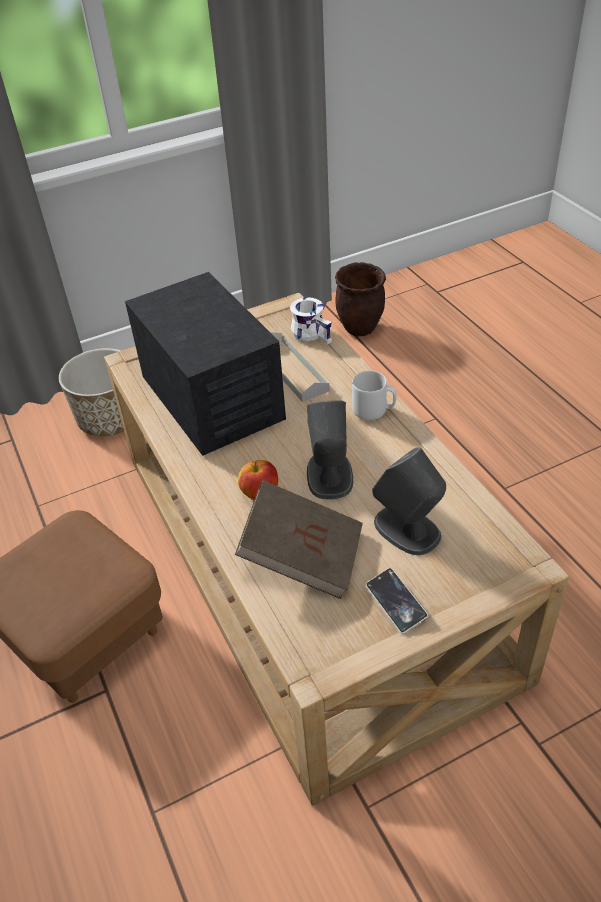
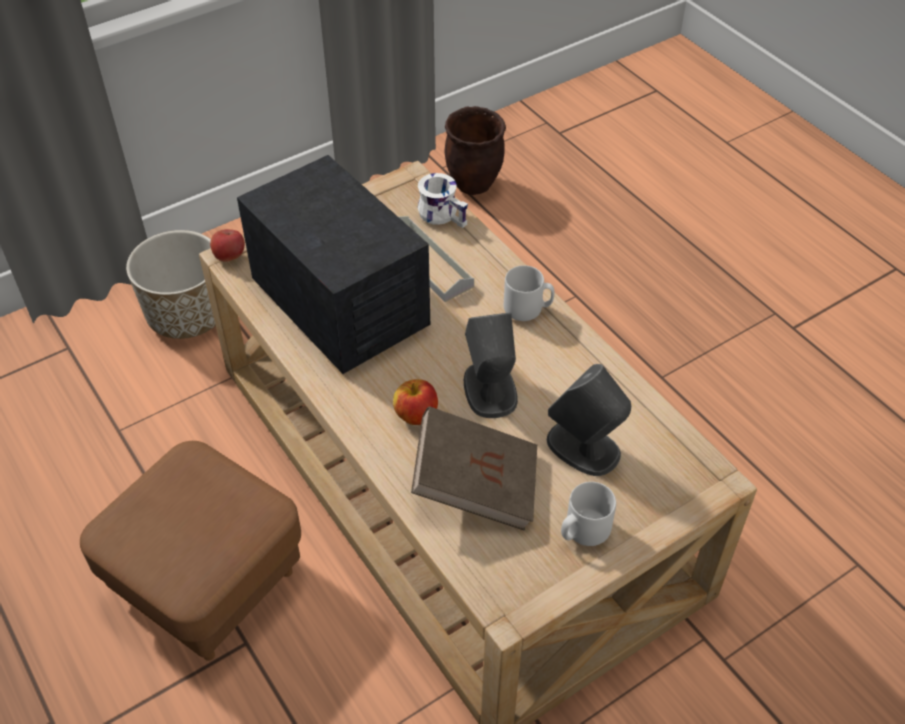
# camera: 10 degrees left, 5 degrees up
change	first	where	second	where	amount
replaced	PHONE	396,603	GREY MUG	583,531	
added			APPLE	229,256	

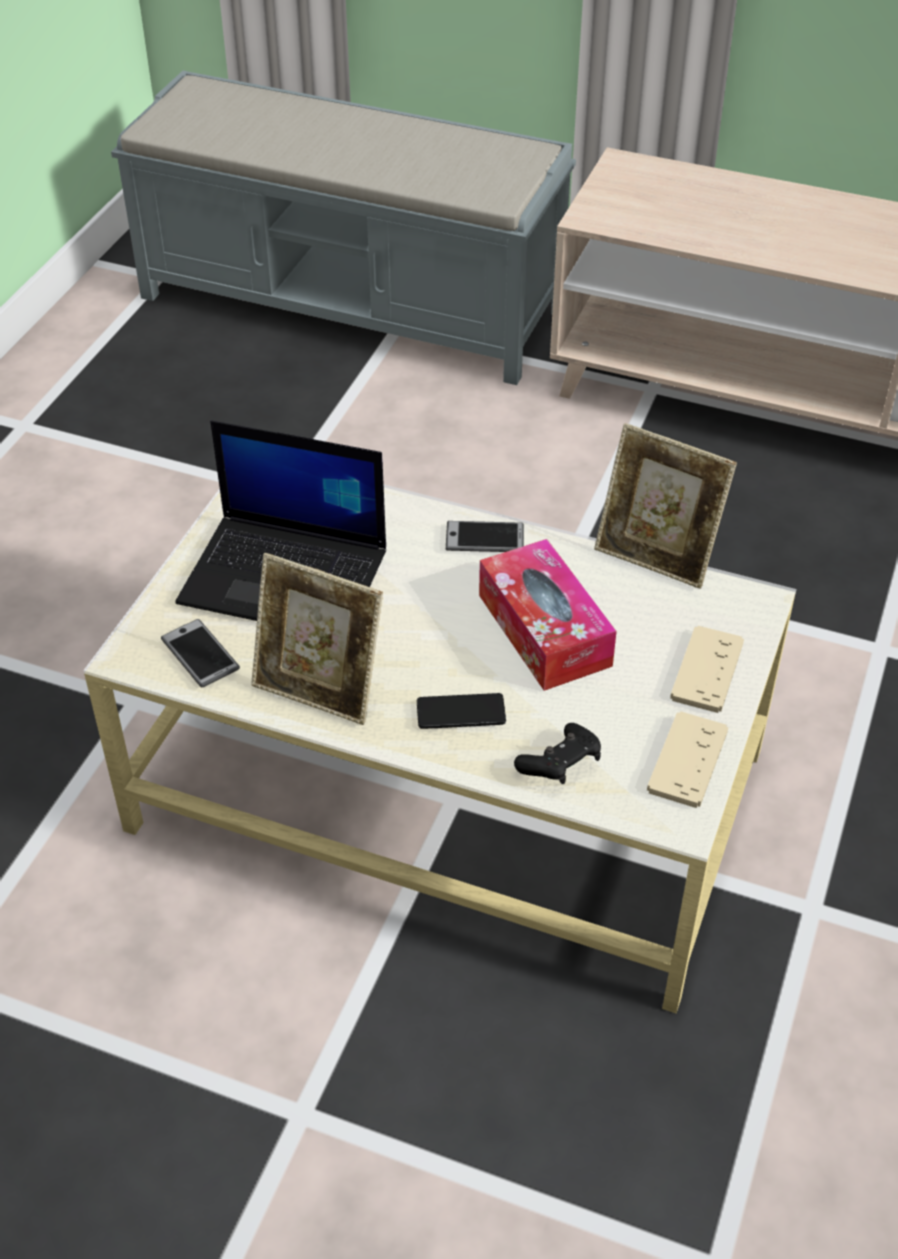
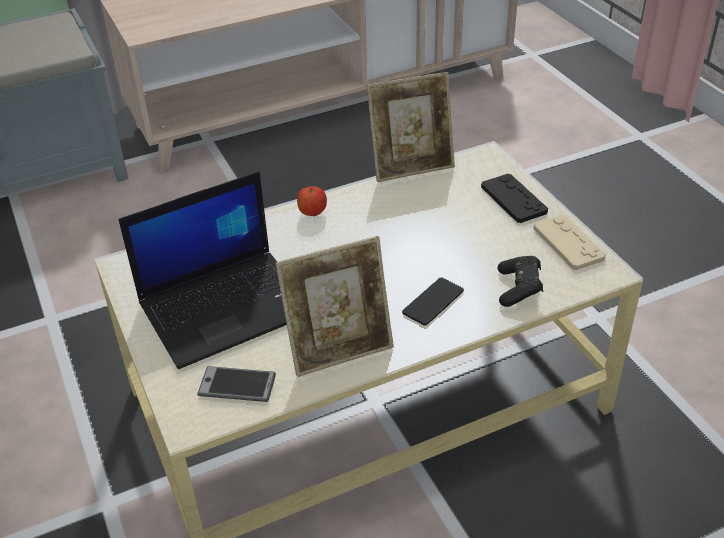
# camera: 45 degrees left, 5 degrees down
change	first	where	second	where	amount
replaced	PHONE	484,538	APPLE	312,213	
removed	TISSUE BOX	544,630			
recoloured	BEIGE GAME CONTROLLER	707,670	BLACK GAME CONTROLLER	513,199	

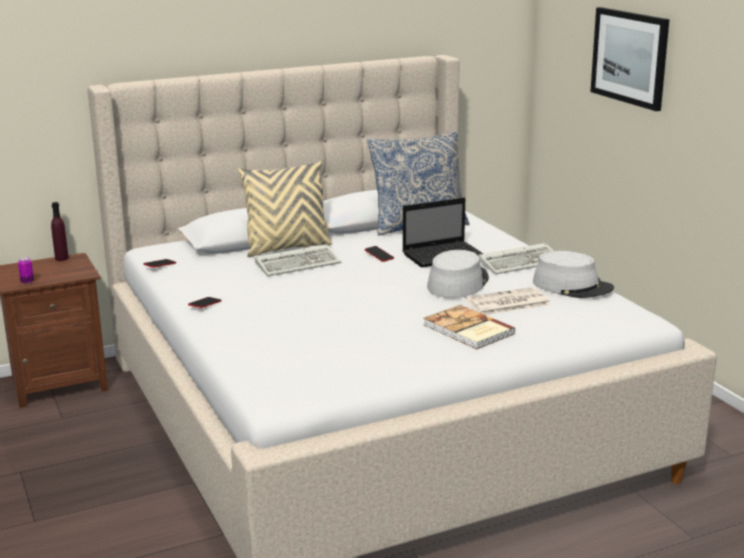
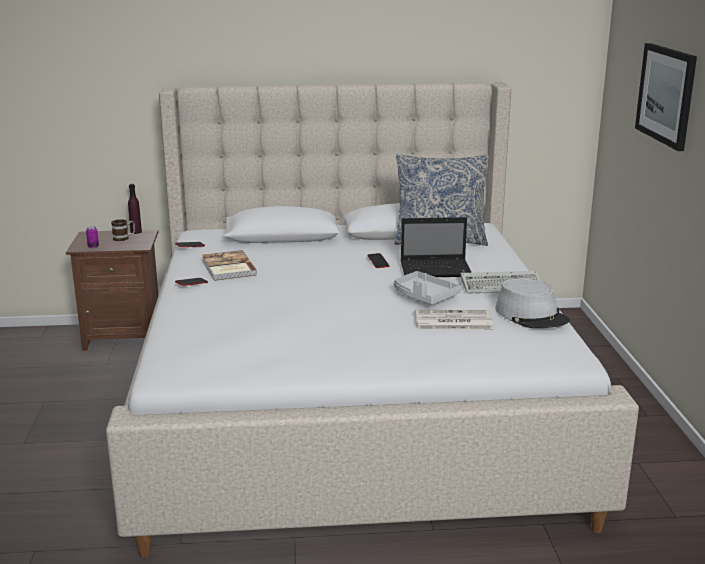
# camera: 20 degrees right, 0 degrees up
change	first	where	second	where	amount
removed	BEIGE PILLOW	287,248			
removed	KEYBOARD	299,264			
moved	BOOK	468,330		228,268	
replaced	GREY HAT	457,283	GREY TRAY	424,296	
added			MUG	124,238	

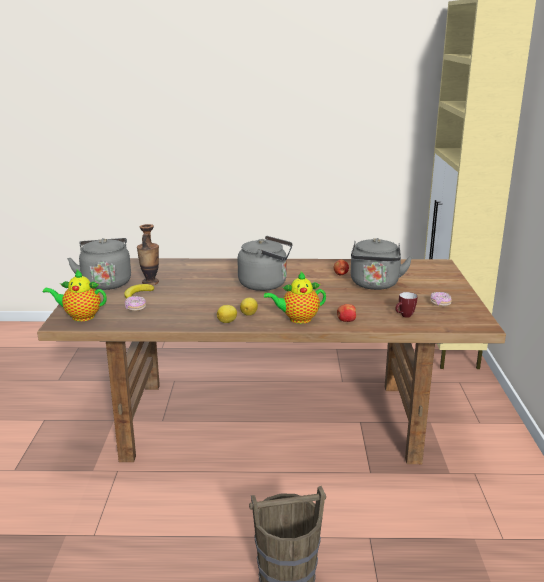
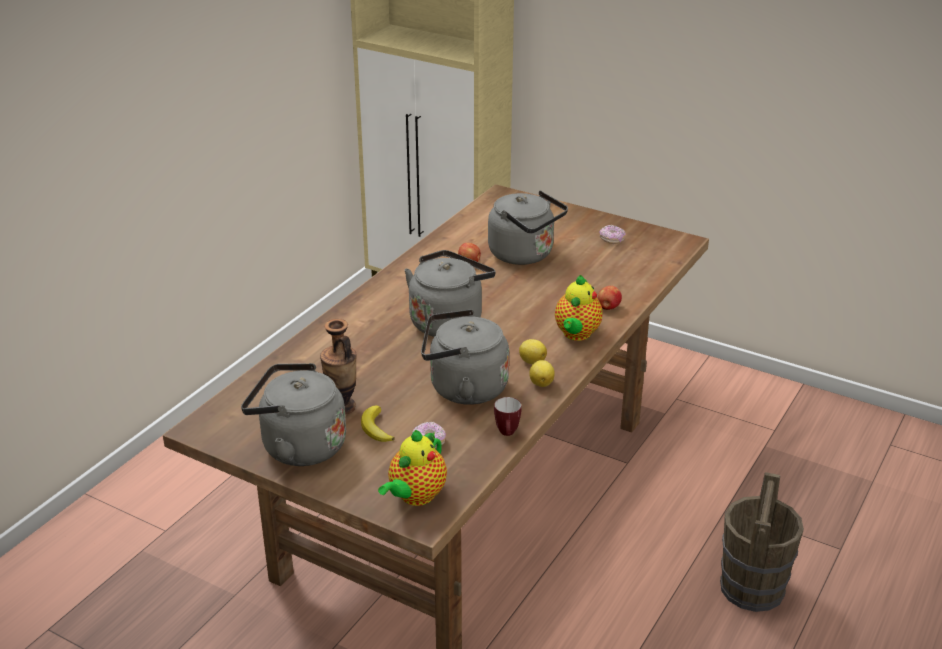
# camera: 60 degrees left, 10 degrees up
change	first	where	second	where	amount
moved	MUG	404,316		507,434	
added			GREY KETTLE	463,388	

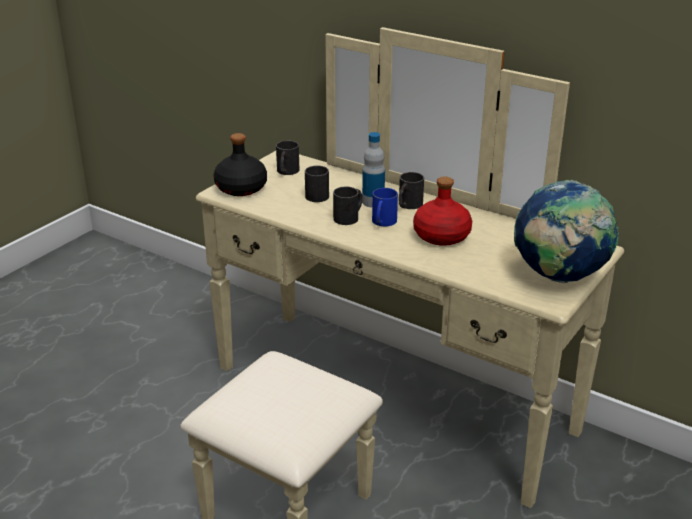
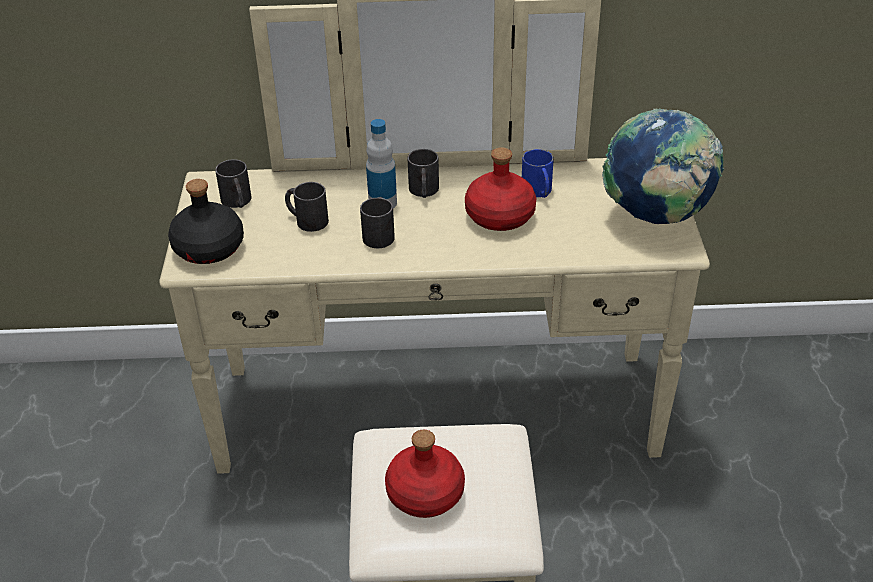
# camera: 35 degrees left, 10 degrees up
change	first	where	second	where	amount
moved	BLUE MUG	382,222		538,192	
added			RED BOTTLE	426,493	

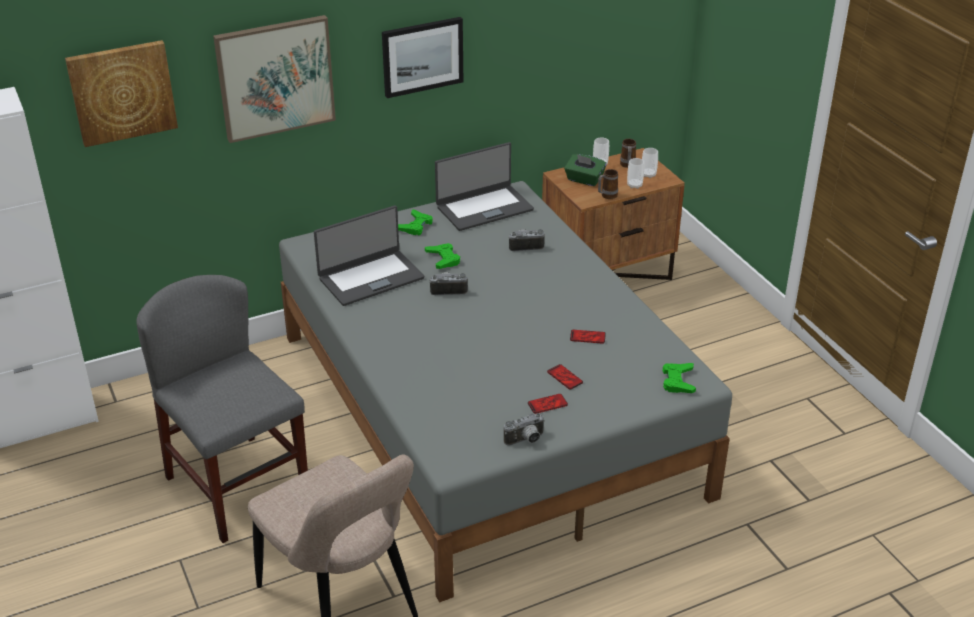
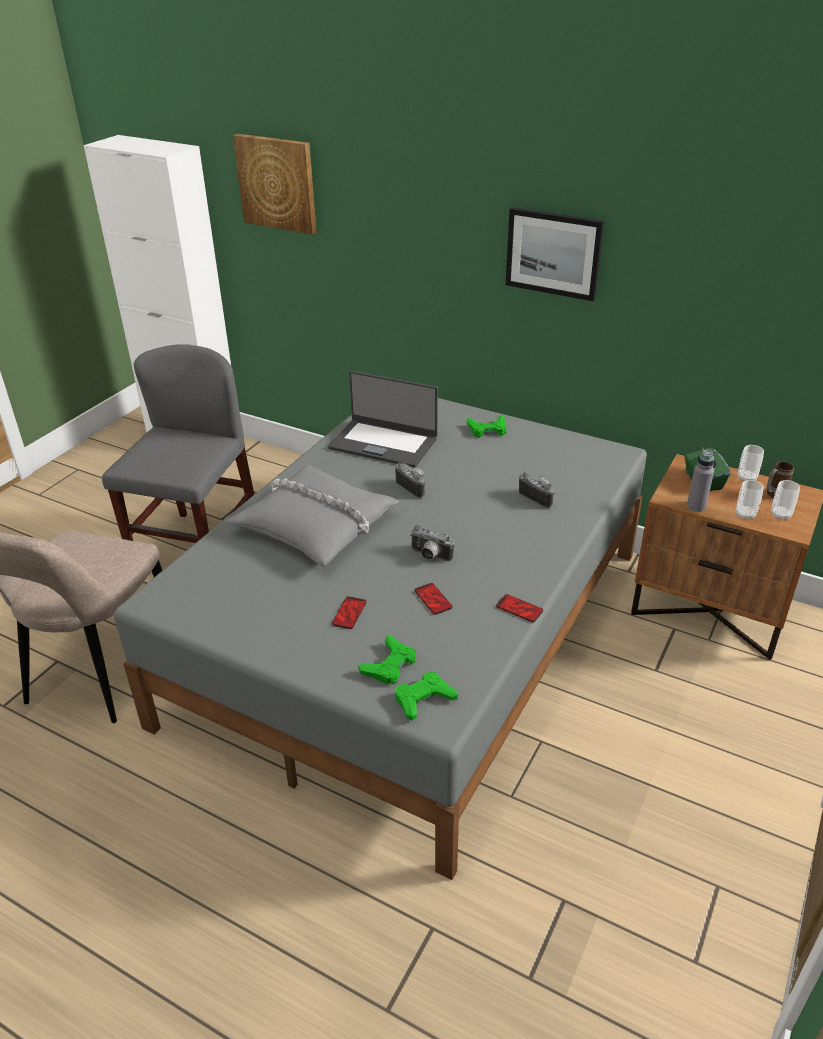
# camera: 55 degrees right, 0 degrees up
change	first	where	second	where	amount
removed	PICTURE	275,78			
moved	GREEN GAME CONTROLLER	443,259		389,665	
removed	LAPTOP	484,208			
moved	PHOTO CAMERA	526,441		429,556	
moved	PHONE	547,404		519,609	
replaced	MUG	606,196	GREY BOTTLE	696,506	
added			GREY PILLOW	316,525	

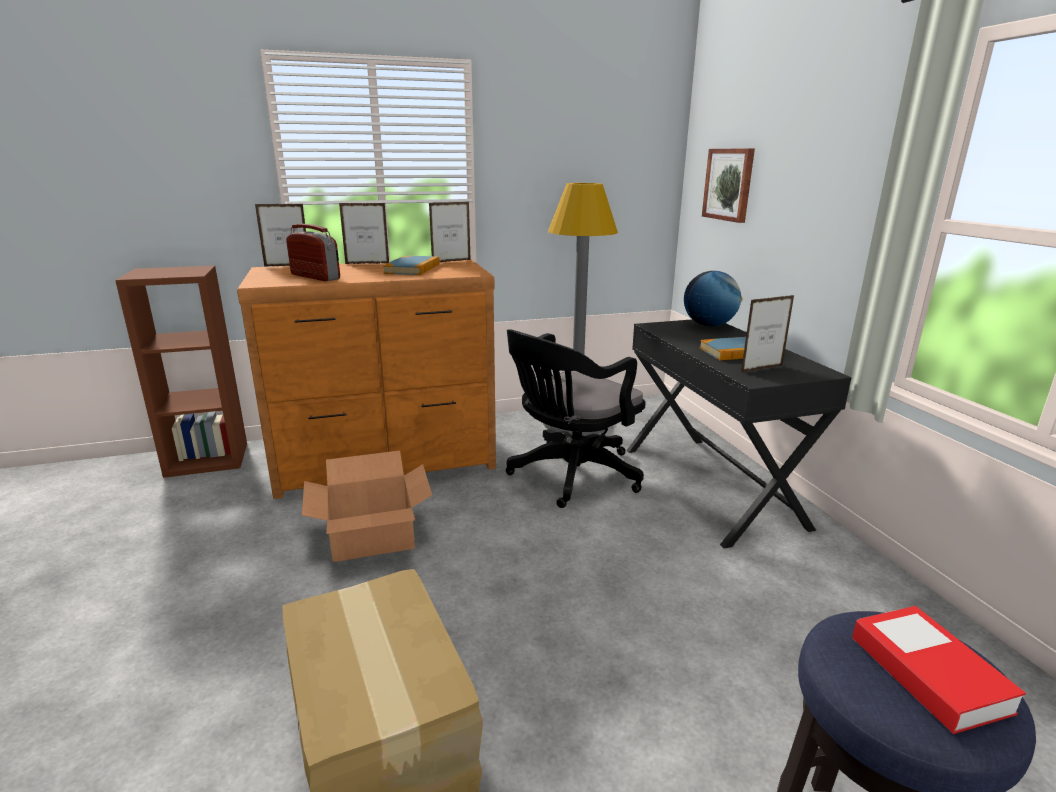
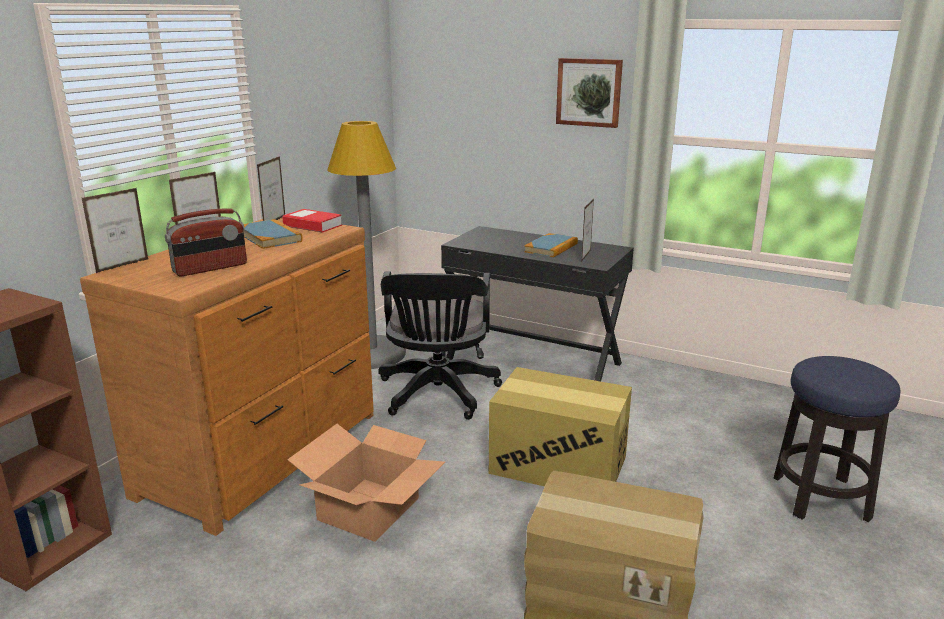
# camera: 45 degrees left, 0 degrees up
change	first	where	second	where	amount
turned	RADIO	316,277		210,268	150 degrees clockwise
removed	GLOBE	709,325			
moved	PICTURE	729,184		589,92	
moved	BOOK	928,674		312,225	
added			CARDBOARD BOX	557,465	

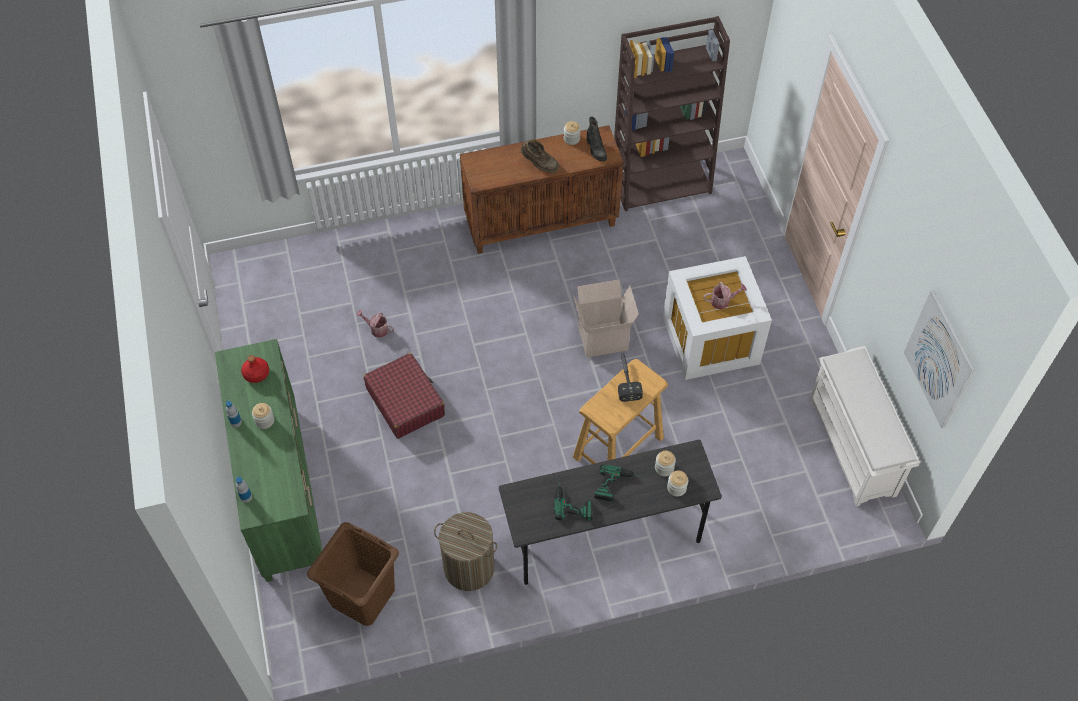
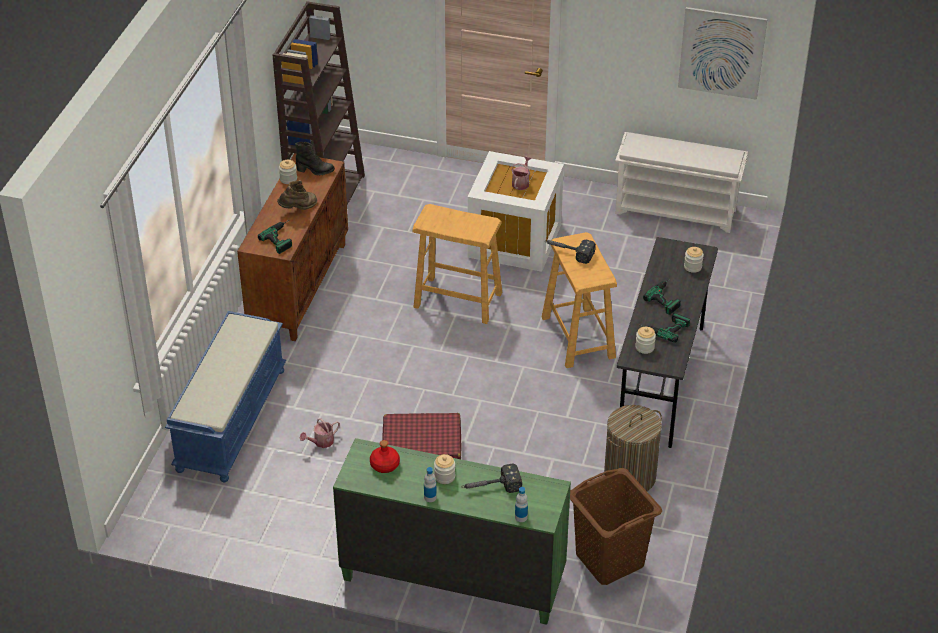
# camera: 60 degrees left, 15 degrees down
change	first	where	second	where	amount
replaced	CARDBOARD BOX	603,337	BEIGE STOOL	458,300	
moved	JAR	664,468		644,347	
added			BLUE BENCH	230,418	
added			POWER DRILL	282,237	
added			HAMMER	490,487	

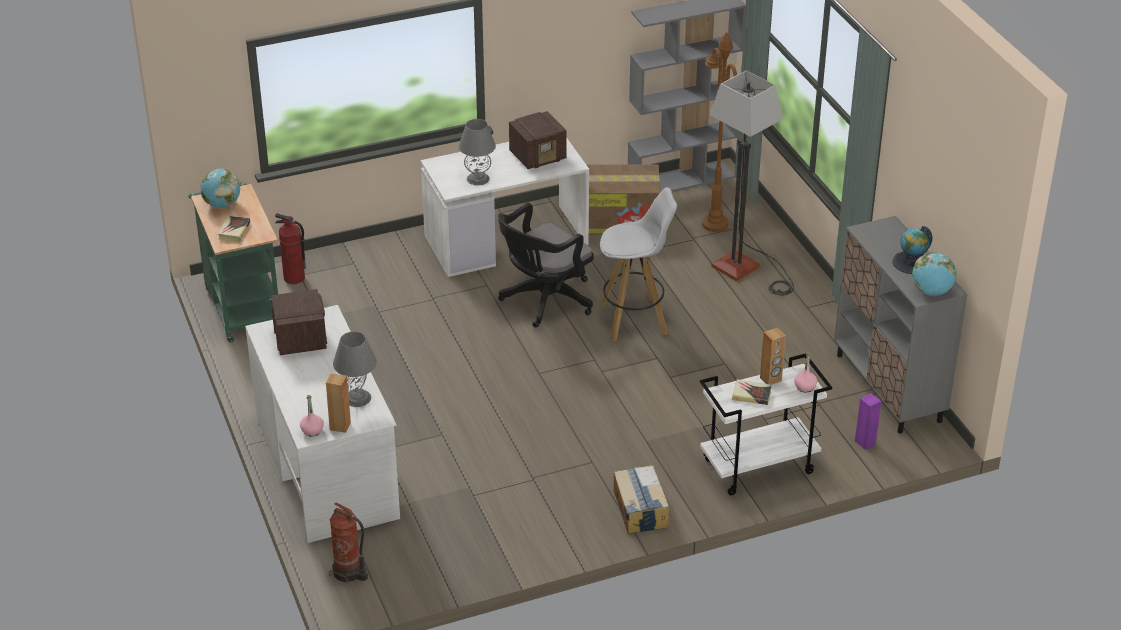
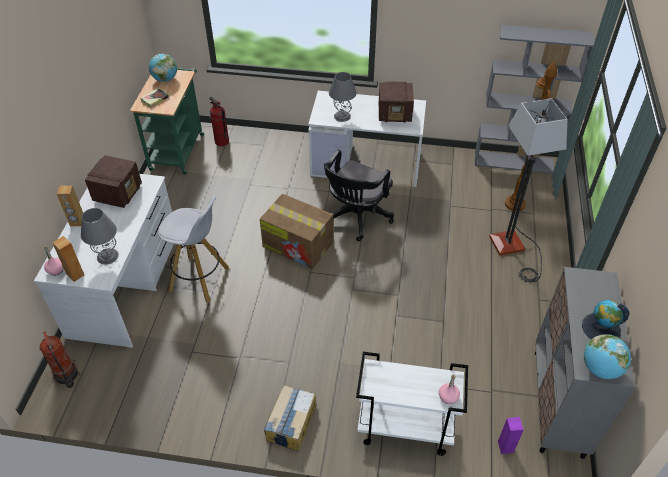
# camera: 30 degrees right, 10 degrees up
change	first	where	second	where	amount
turned	BLACK OFFICE CHAIR	544,301		355,217	45 degrees counterclockwise
moved	CARDBOARD BOX	623,220		299,245	
moved	WHITE STOOL	634,319		200,279	
removed	BOOK	751,395			
moved	BROWN SPEAKER	771,379		77,222	

